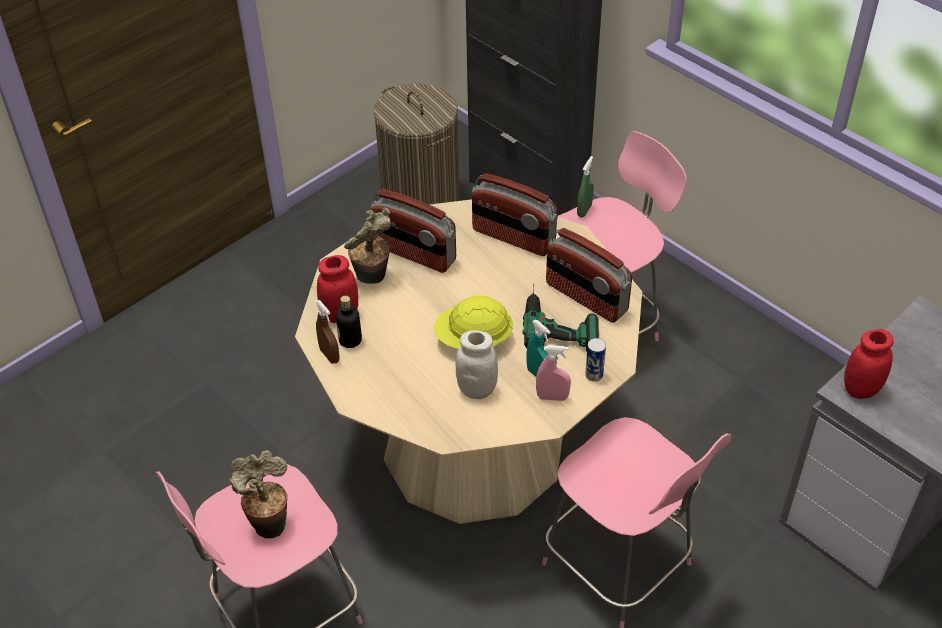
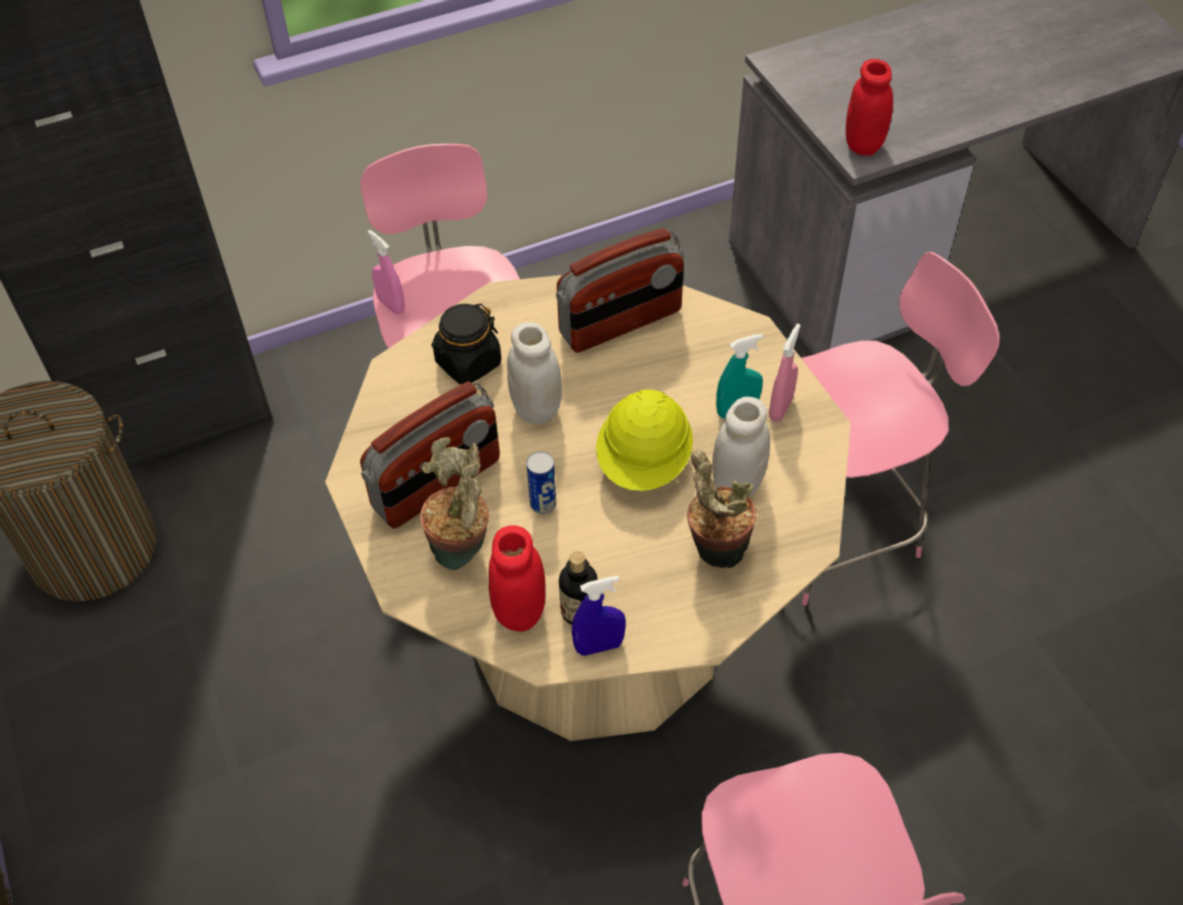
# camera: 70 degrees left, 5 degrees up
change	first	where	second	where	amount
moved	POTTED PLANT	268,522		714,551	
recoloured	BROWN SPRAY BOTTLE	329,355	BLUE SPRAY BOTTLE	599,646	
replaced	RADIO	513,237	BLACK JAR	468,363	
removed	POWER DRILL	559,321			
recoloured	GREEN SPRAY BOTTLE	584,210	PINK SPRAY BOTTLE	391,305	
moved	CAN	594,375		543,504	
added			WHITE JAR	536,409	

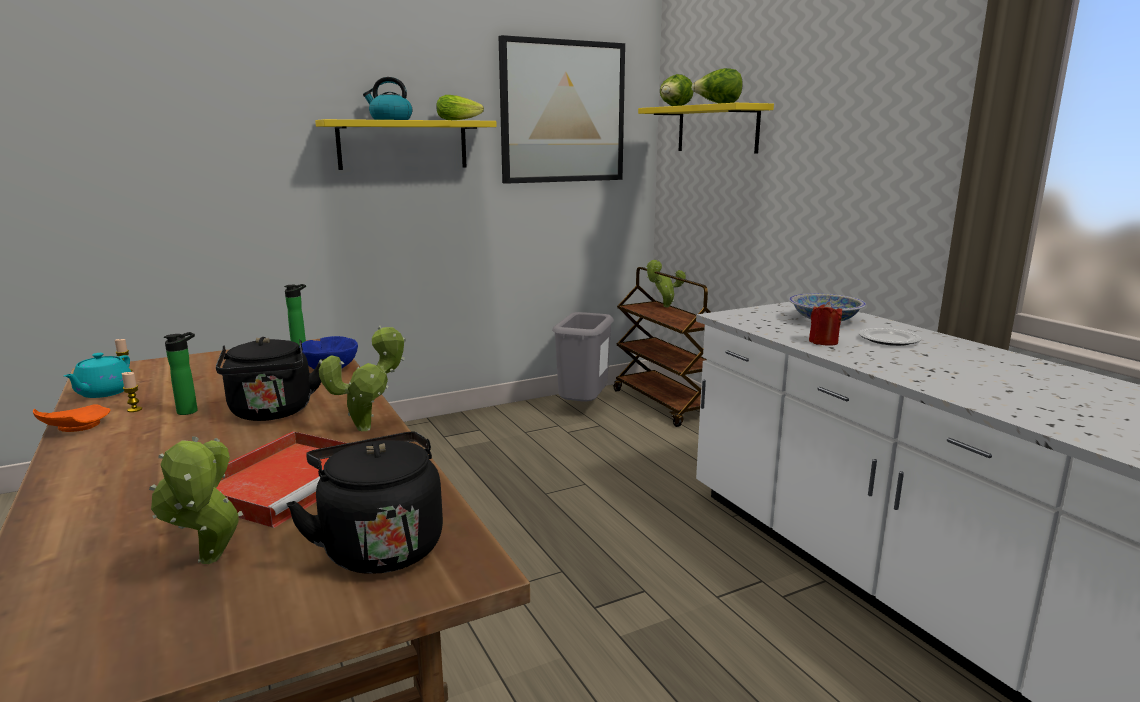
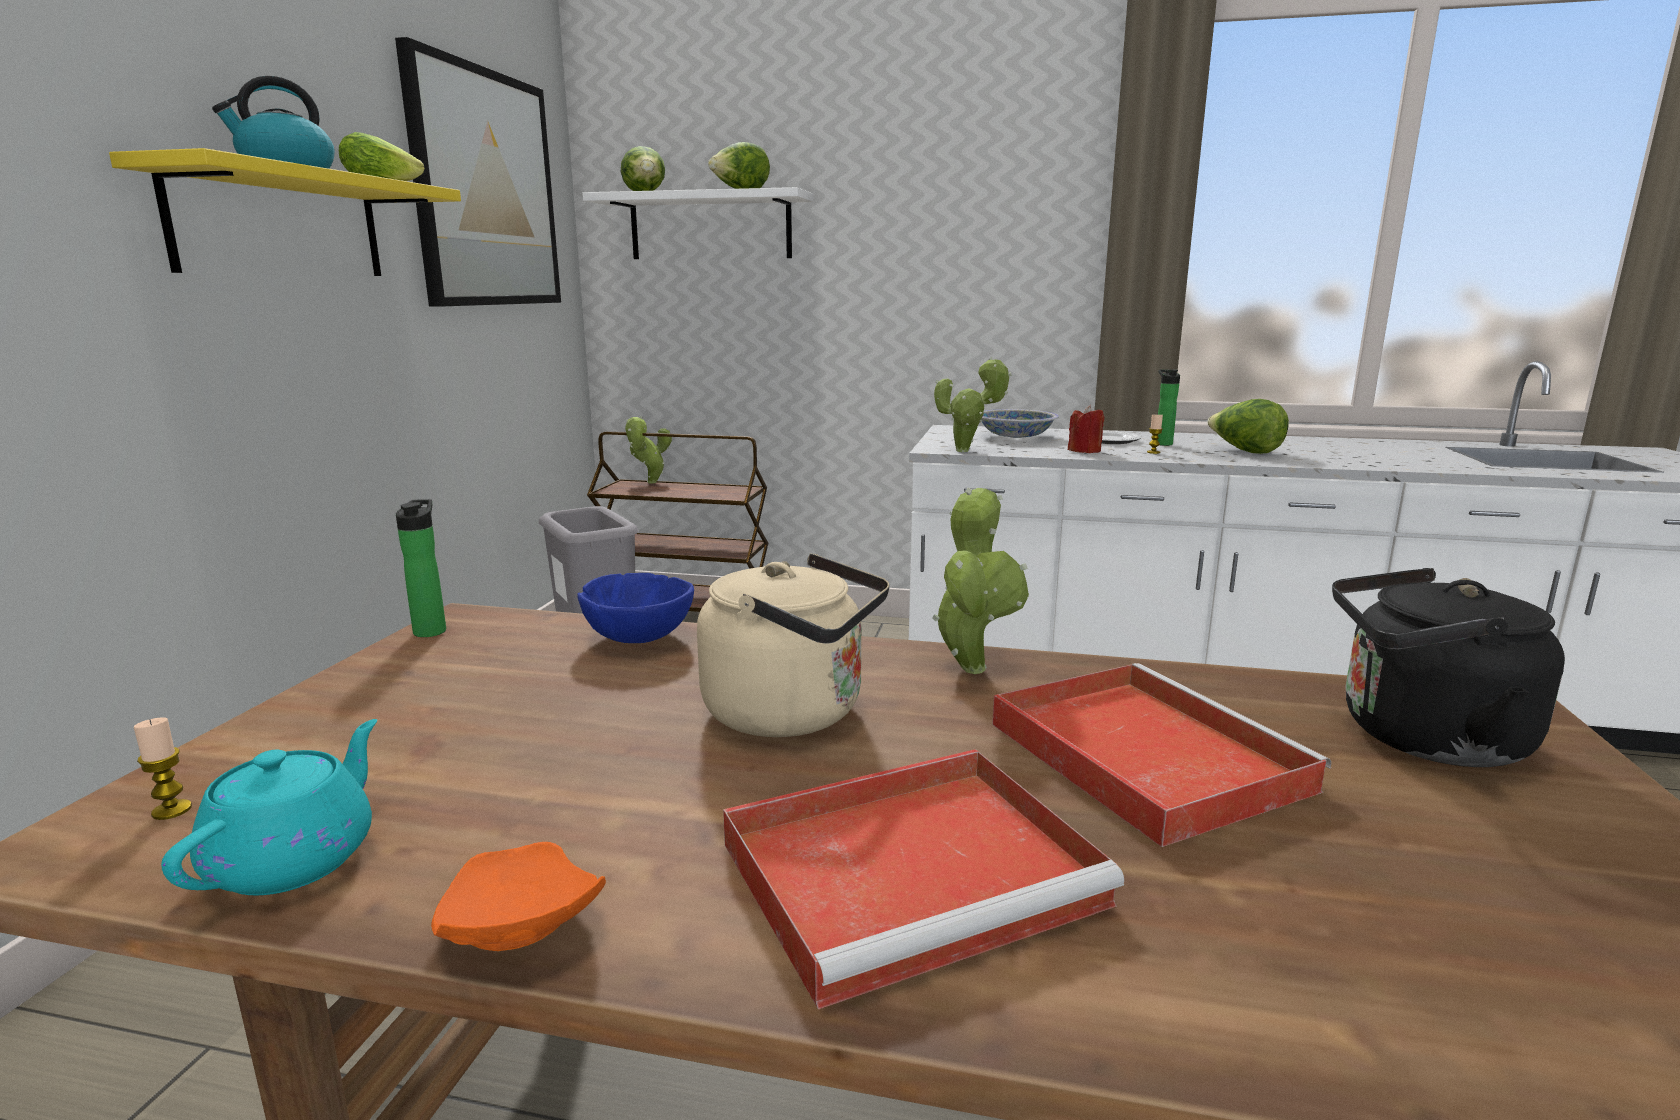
# camera: 50 degrees left, 0 degrees up
change	first	where	second	where	amount
turned	TURQUOISE TEAPOT	103,393		295,859	120 degrees counterclockwise
moved	CANDLE	134,410		1153,452	
moved	POTTED PLANT	210,563		967,451	
moved	BOTTLE	190,411		1162,443	
recoloured	BLACK KETTLE	272,413	BEIGE KETTLE	794,713	
recoloured	YELLOW SHELF	717,129	WHITE SHELF	710,227	
added			RED TRAY	916,871	
added			LETTUCE	1244,451	

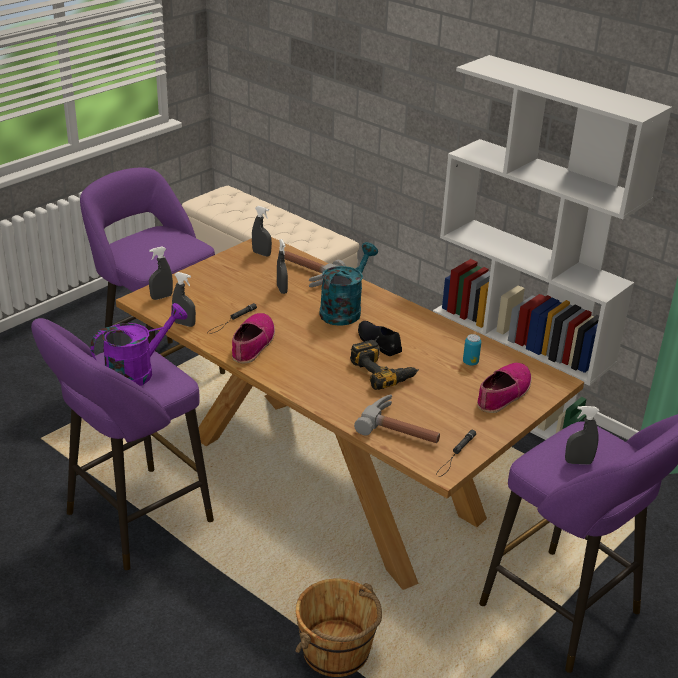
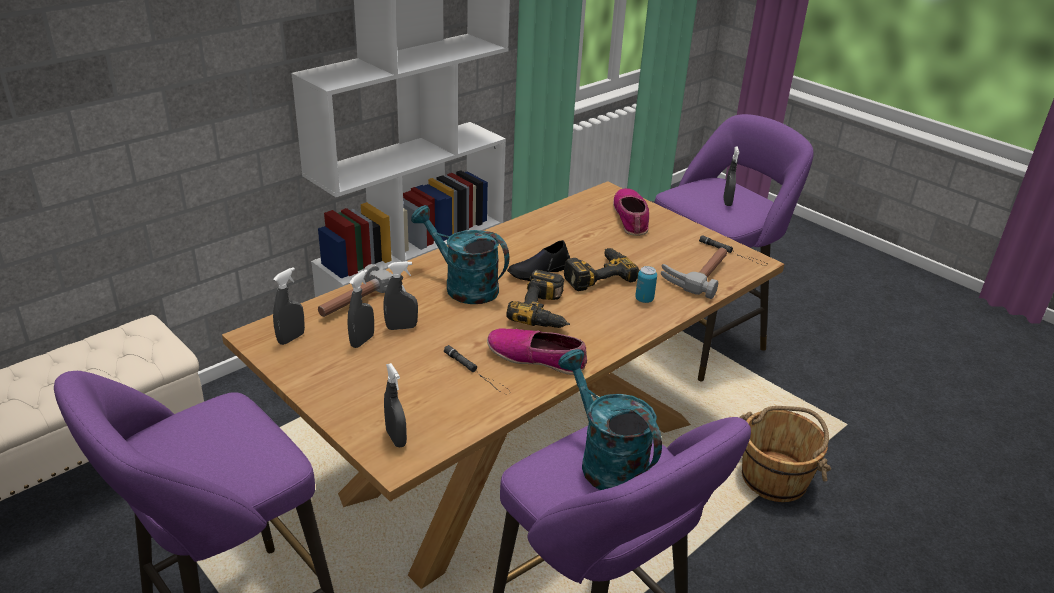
# camera: 85 degrees left, 0 degrees up
change	first	where	second	where	amount
recoloured	PURPLE WATERING CAN	137,372	TURQUOISE WATERING CAN	605,461	
moved	GREY SPRAY BOTTLE	184,324		362,341	
moved	CAN	470,362		644,299	
turned	SHOE	503,393		631,218	45 degrees clockwise
added			POWER DRILL	546,311	

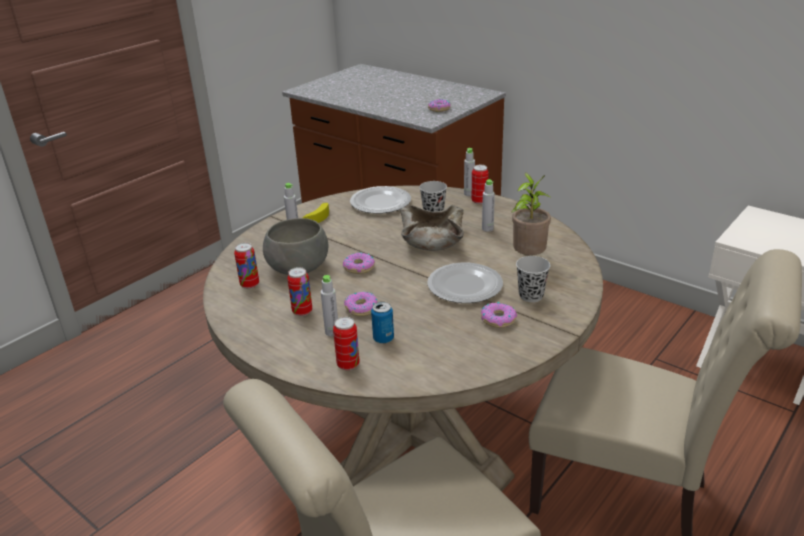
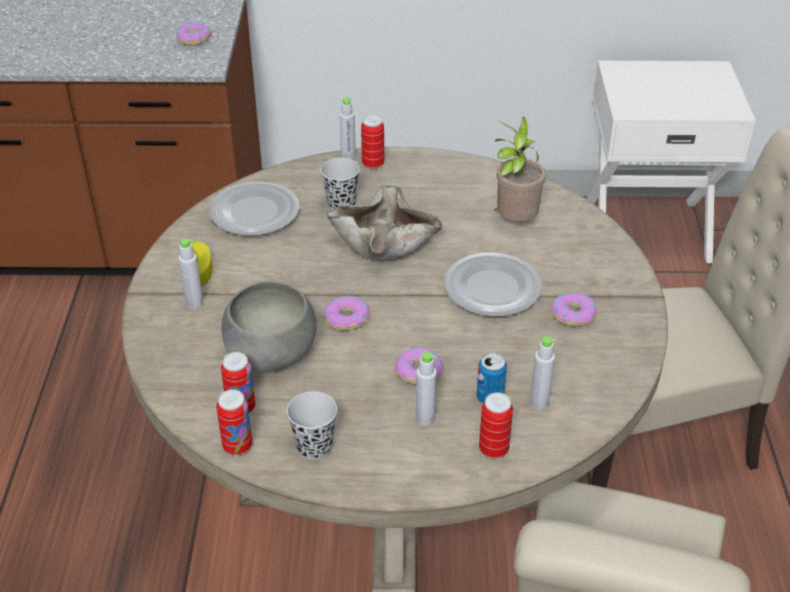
# camera: 40 degrees left, 10 degrees up
change	first	where	second	where	amount
moved	CAN	302,311		237,446	
moved	GREY BOTTLE	487,229		539,403	
moved	BLACK CUP	531,296		314,447	

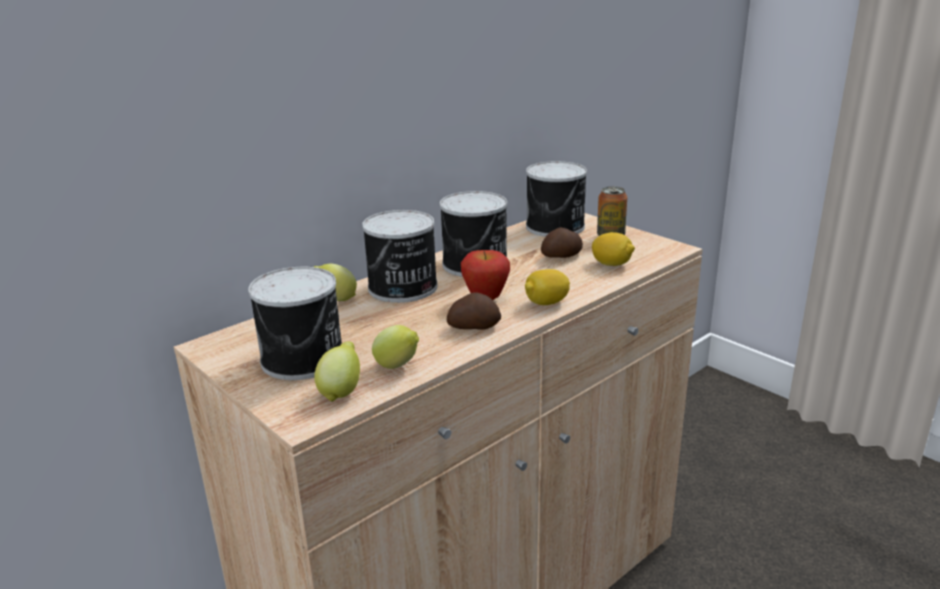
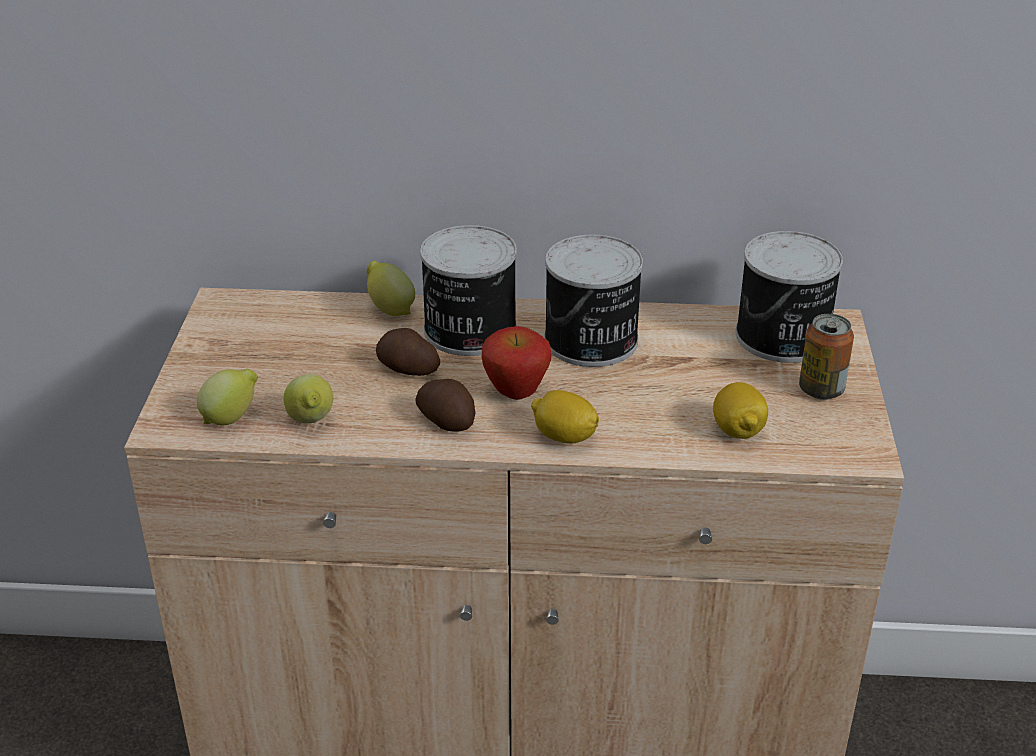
# camera: 45 degrees right, 10 degrees up
change	first	where	second	where	amount
removed	CAN	305,358			
moved	POTATO	562,256		407,369	

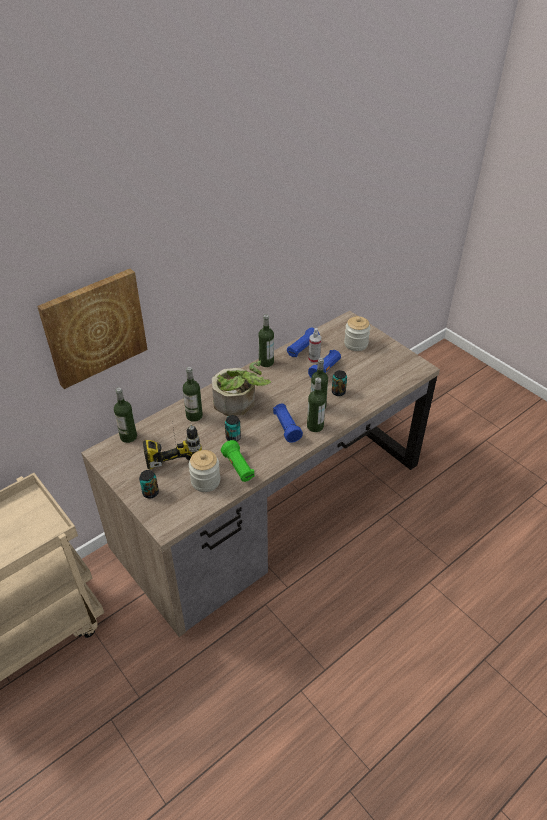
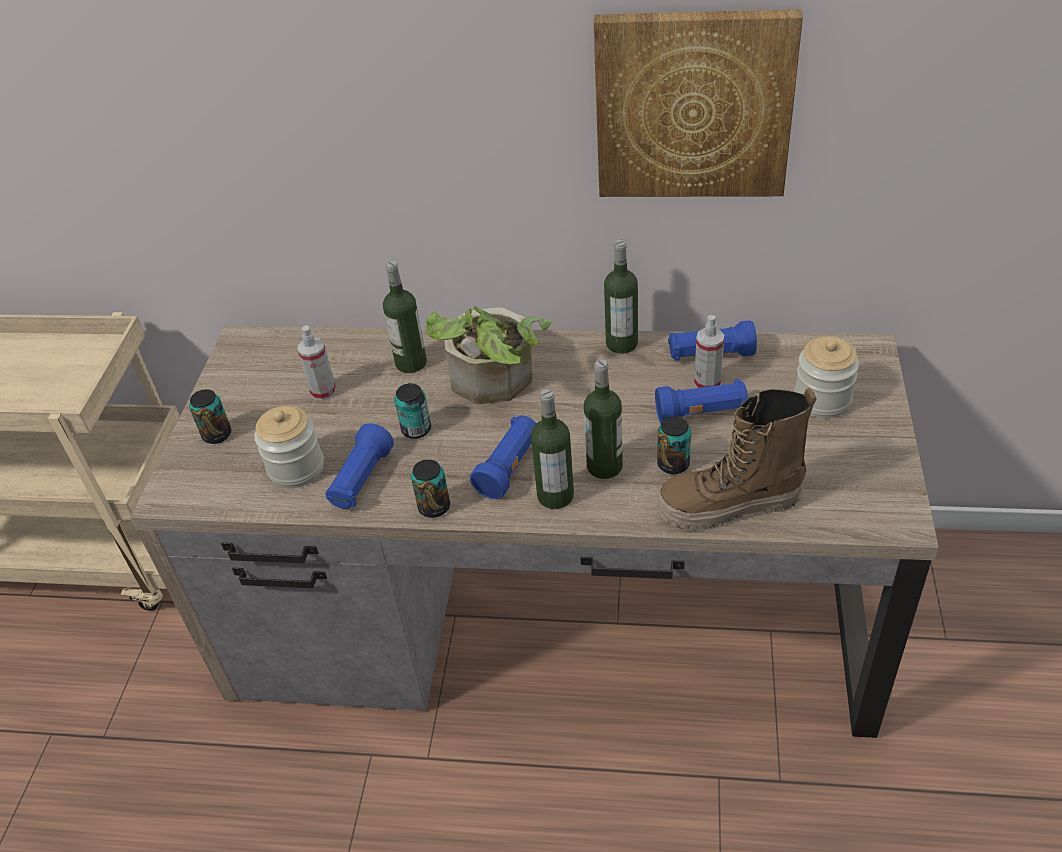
# camera: 50 degrees right, 0 degrees up
change	first	where	second	where	amount
moved	PICTURE	94,327		693,105	
removed	BOTTLE	128,437			
replaced	POWER DRILL	173,448	SPRAY BOTTLE	323,391	
recoloured	GREEN FLASHLIGHT	238,468	BLUE FLASHLIGHT	361,480	
added			CAN	434,507	
added			BOOT	729,506	

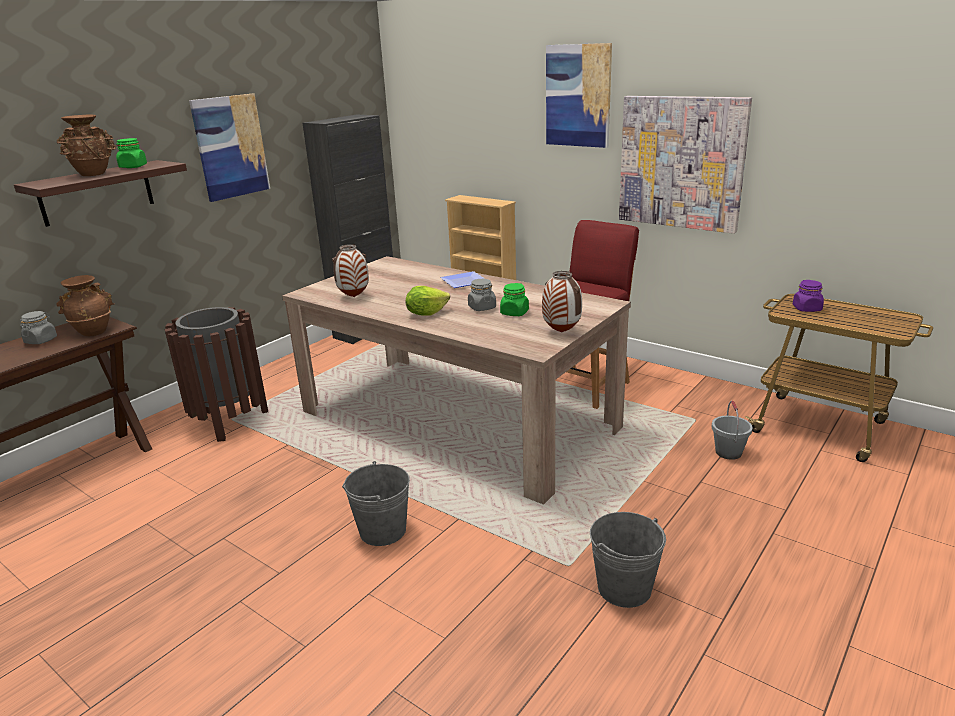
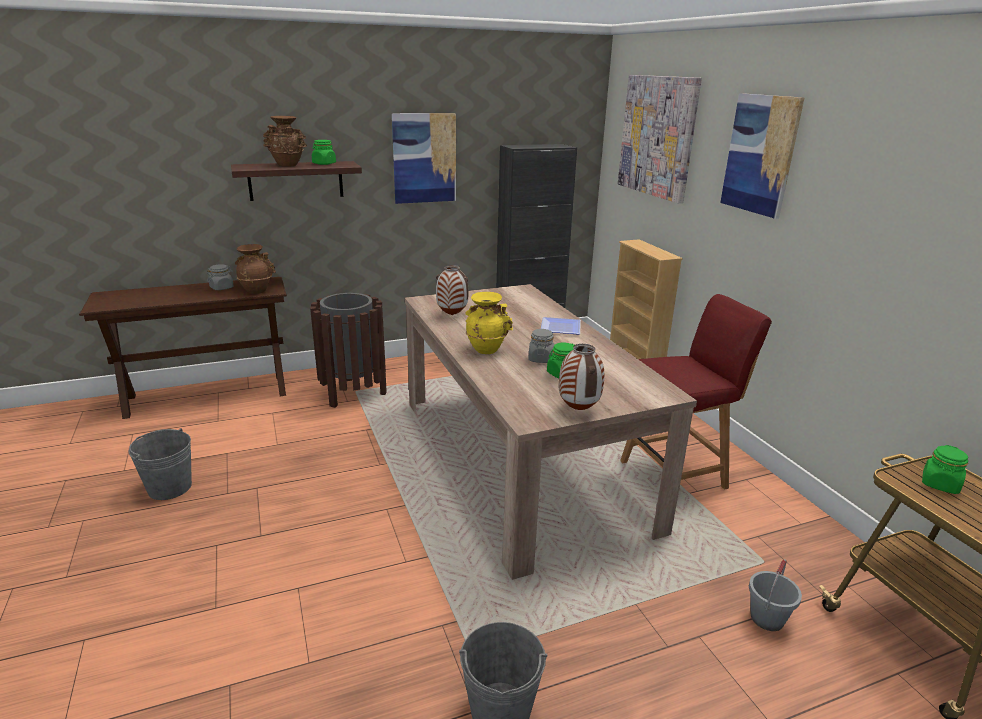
# camera: 30 degrees right, 0 degrees up
change	first	where	second	where	amount
moved	GREY BUCKET	382,530		170,487	
replaced	LETTUCE	426,313	YELLOW VASE	486,349	
moved	PICTURE	681,163		658,136	
recoloured	PURPLE JAR	807,309	GREEN JAR	940,484	

